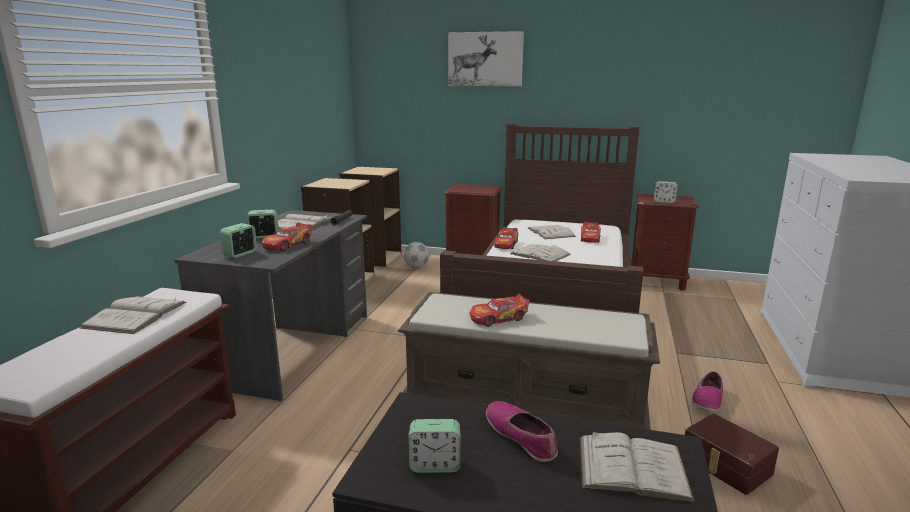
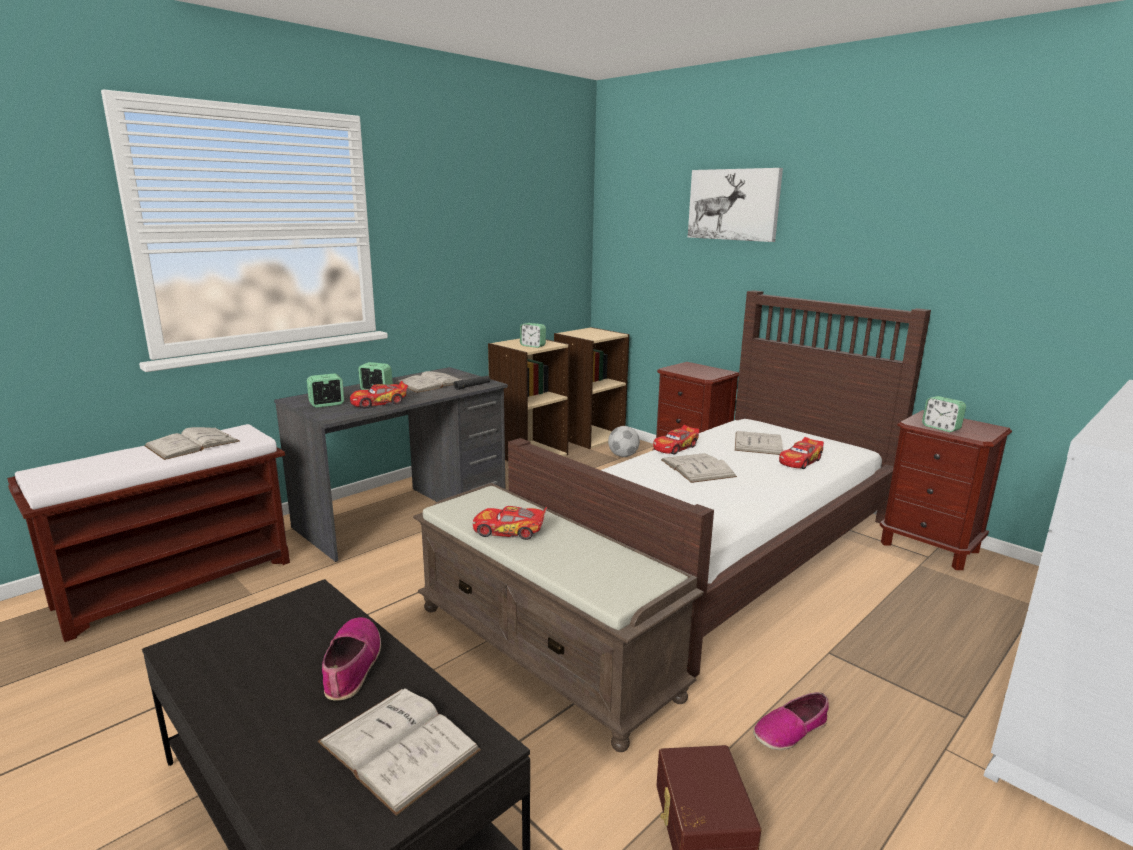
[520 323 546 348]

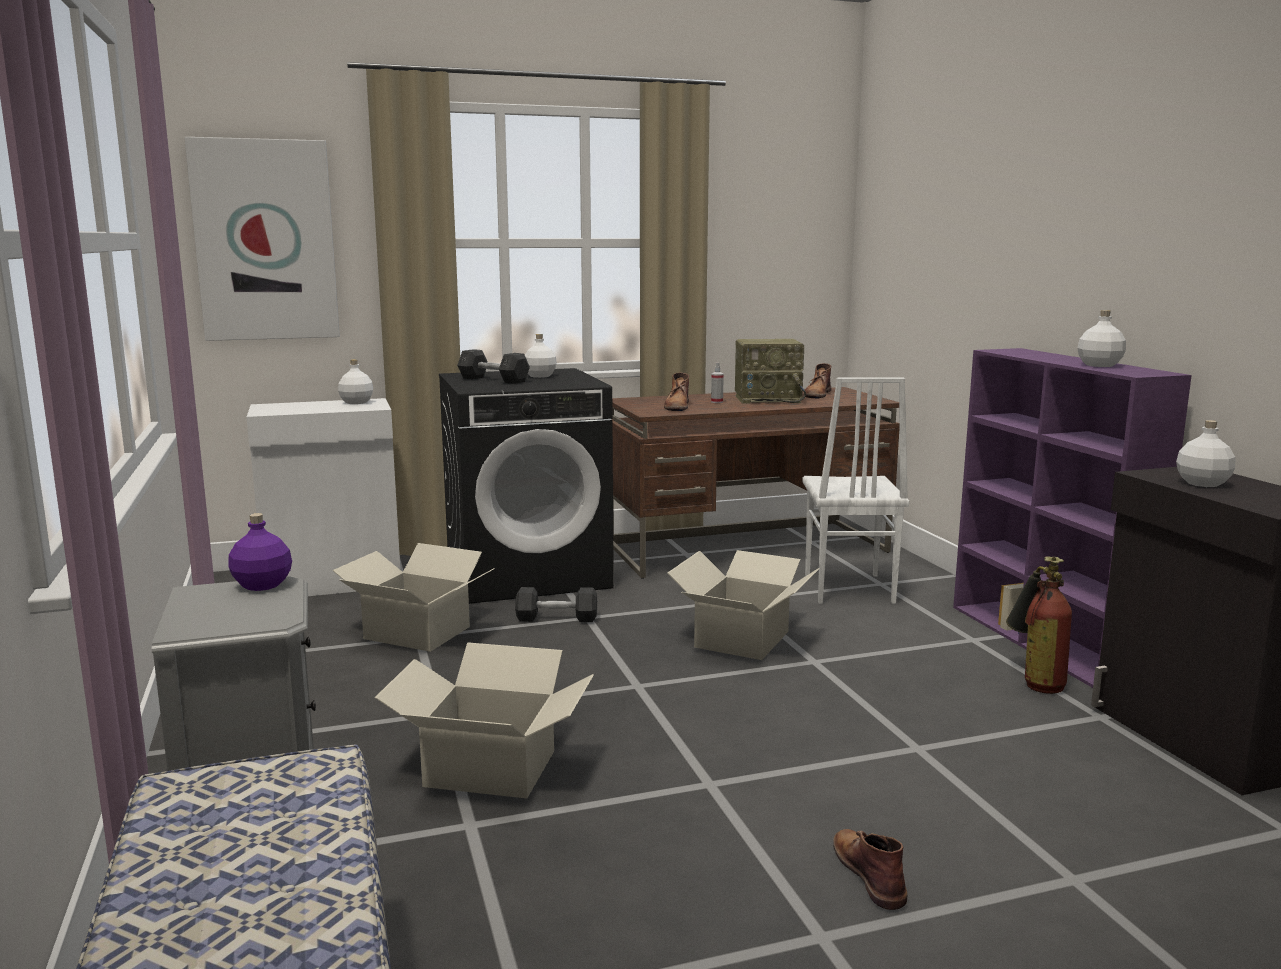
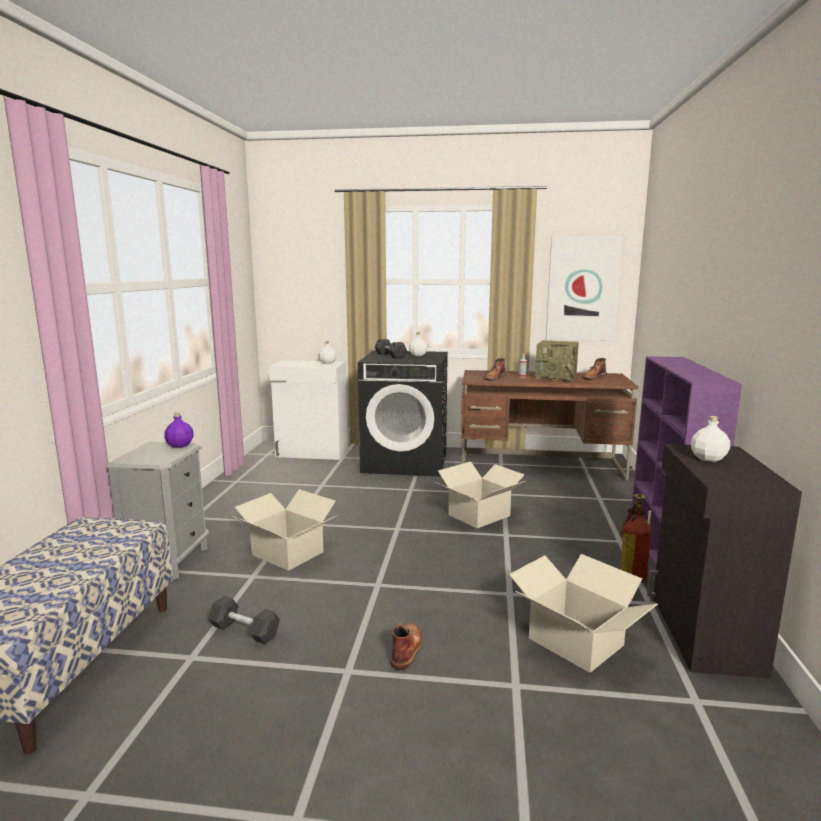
[802 378 909 604] (first image)
[1077 310 1126 367] (first image)
[546 236 623 341]
[509 554 658 673]
[208 596 280 644]

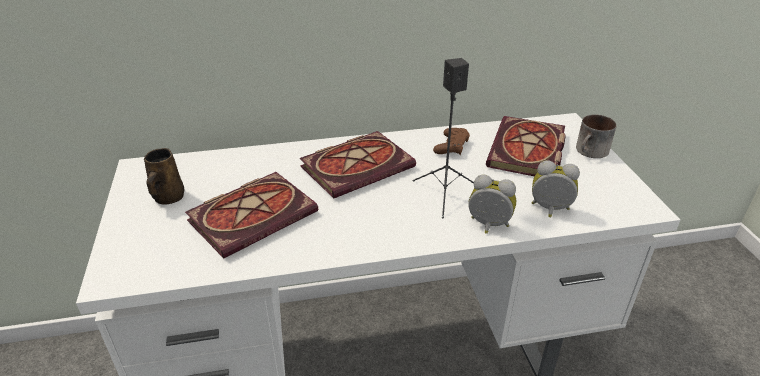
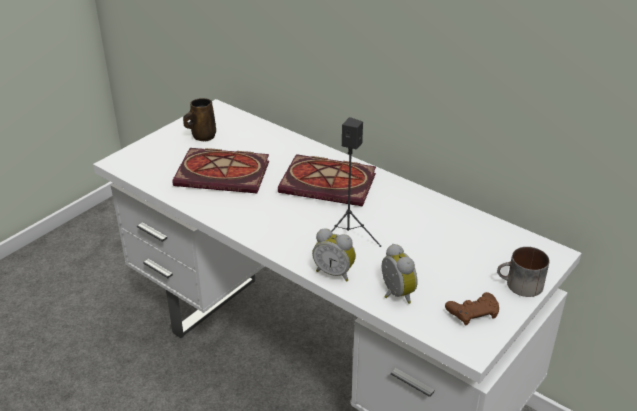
[486 116 565 176] (first image)
[445 292 499 326]
[312 228 356 282]

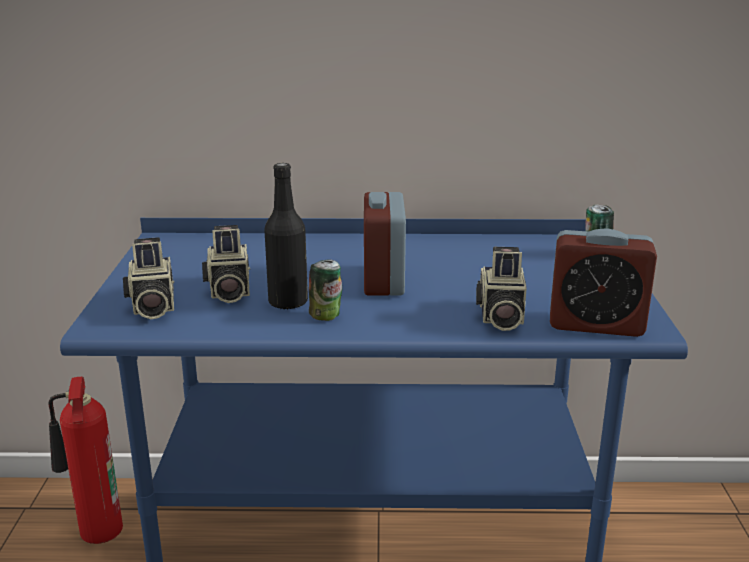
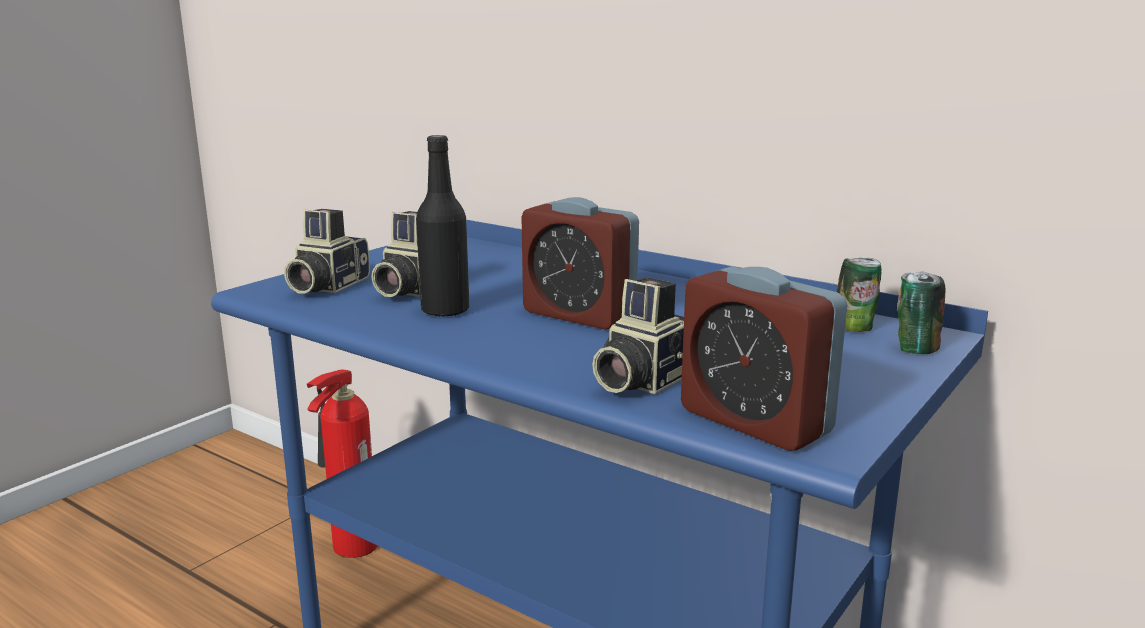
[837 258 882 332]
[521 197 639 330]

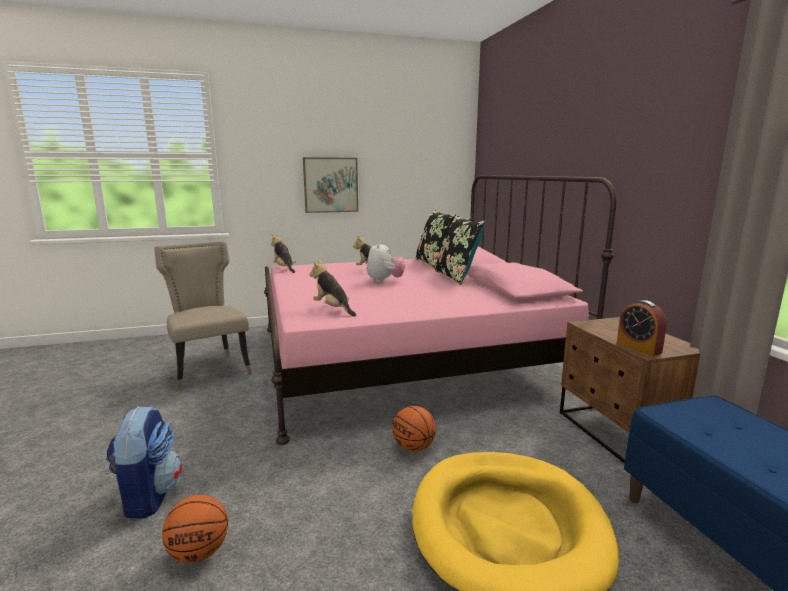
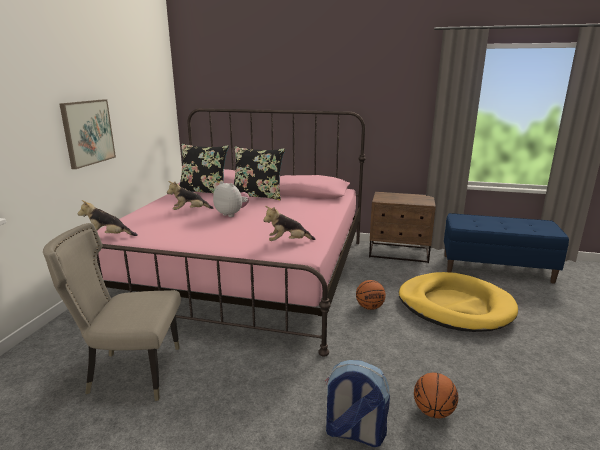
[617 300 667 356] (first image)

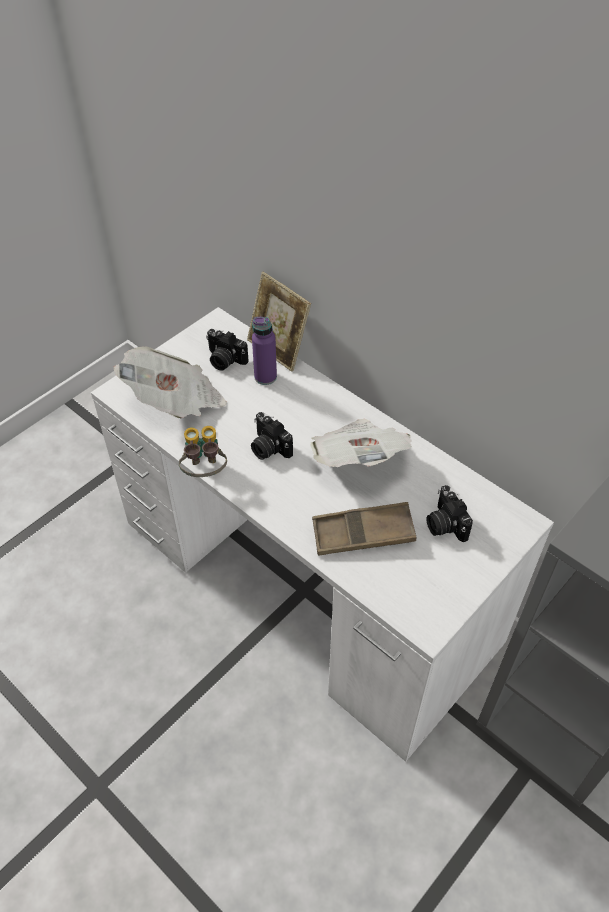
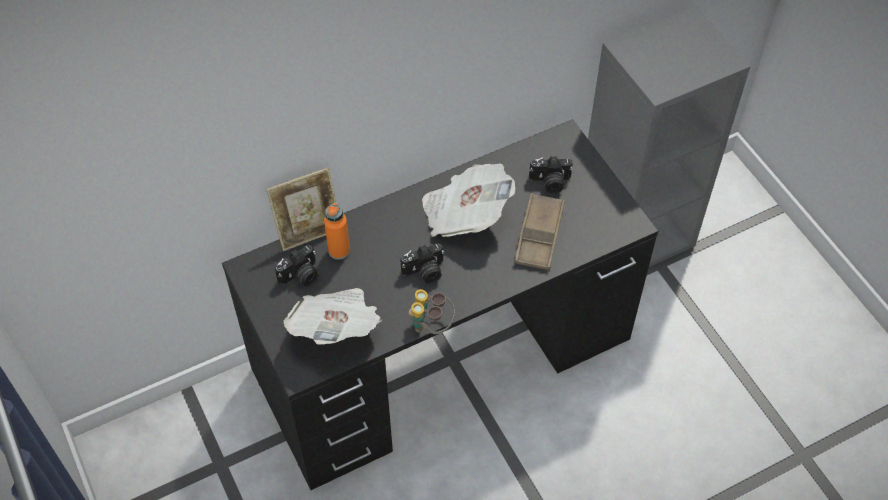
[222 119 658 490]
[324 203 350 260]

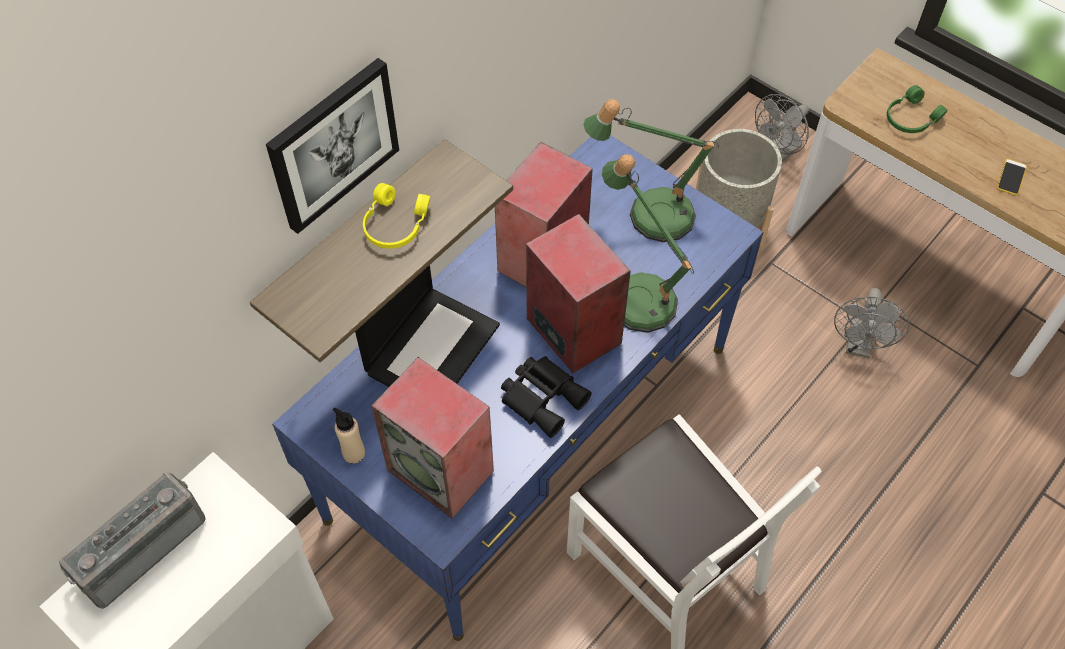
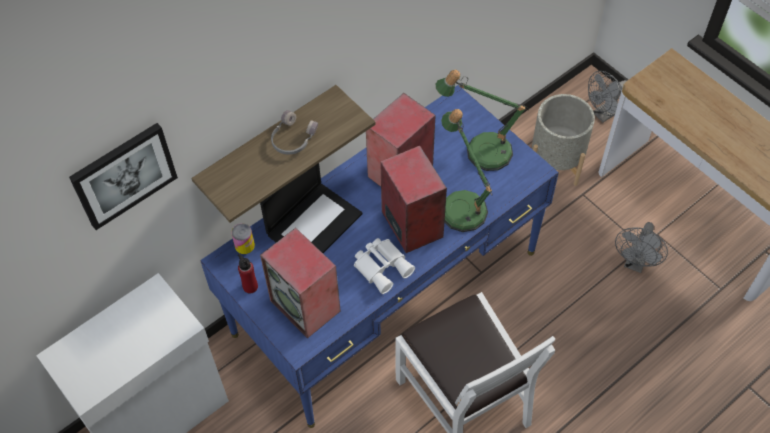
[59 472 206 609] (first image)
[887 85 948 133] (first image)
[997 159 1027 196] (first image)
[231 223 255 254]
[69 123 178 230]
[238 254 258 294]
[271 110 318 155]
[354 238 415 294]

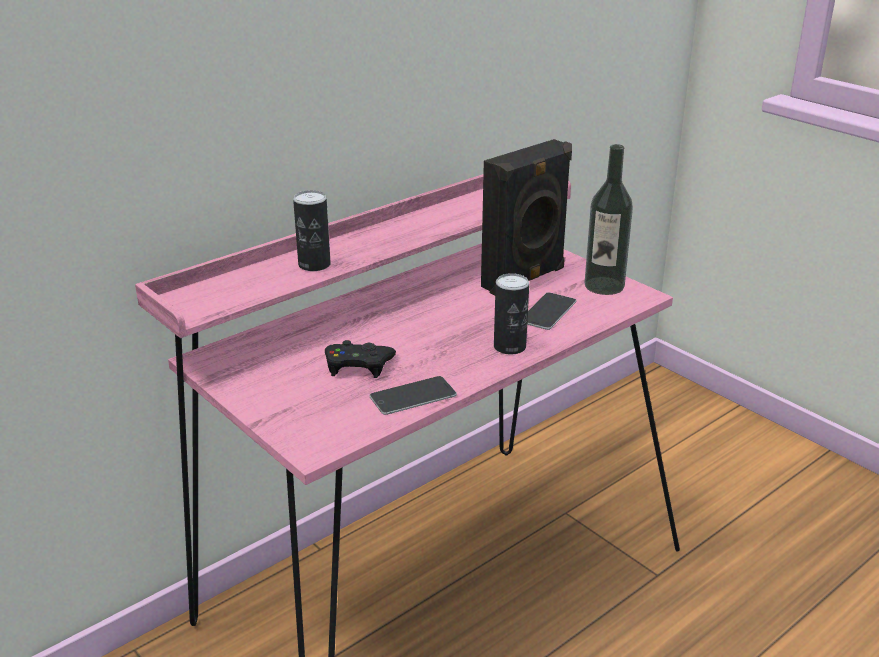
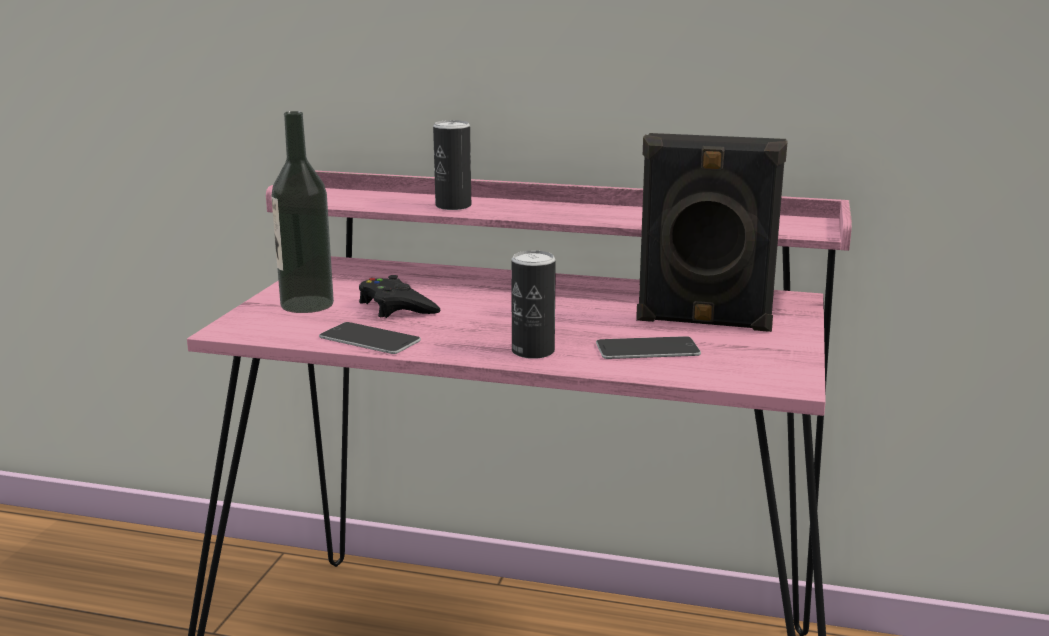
[271 111 334 313]

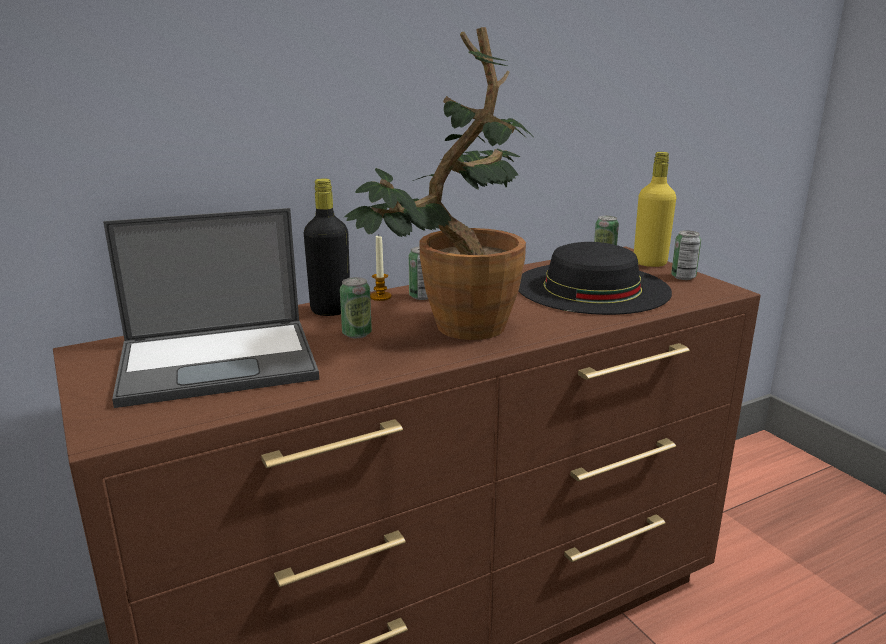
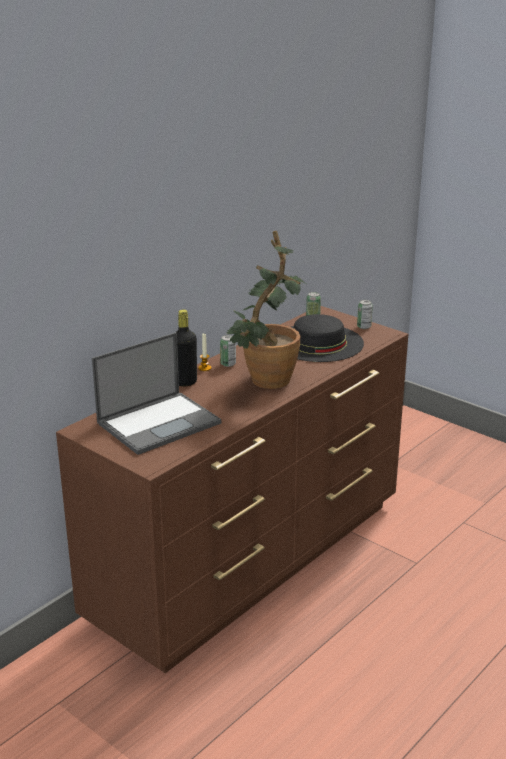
[340 277 372 338] (first image)
[634 152 676 267] (first image)

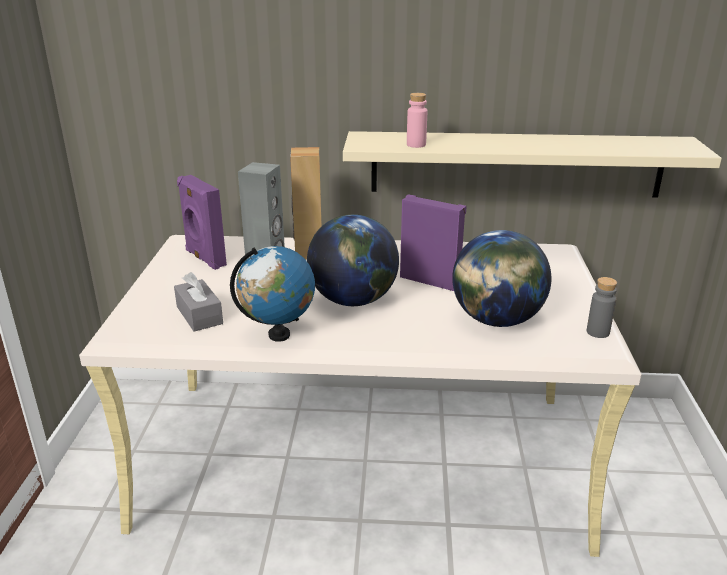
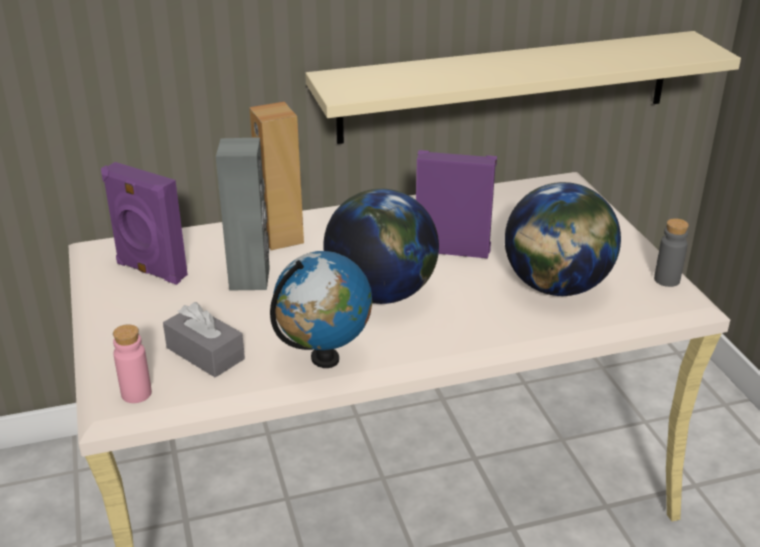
[113 324 152 403]

